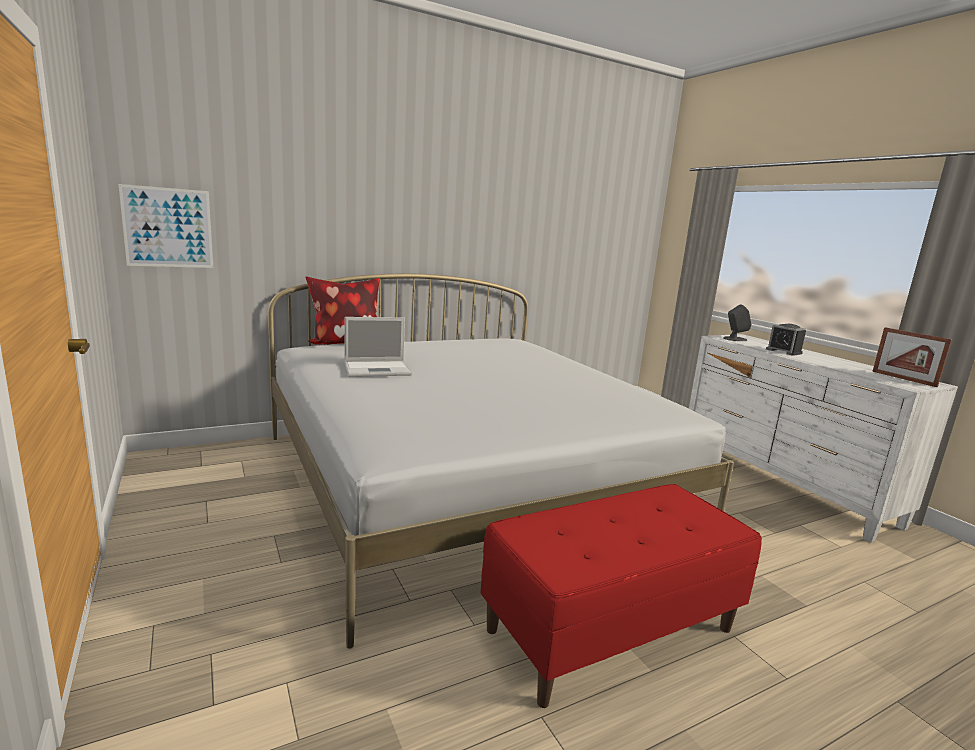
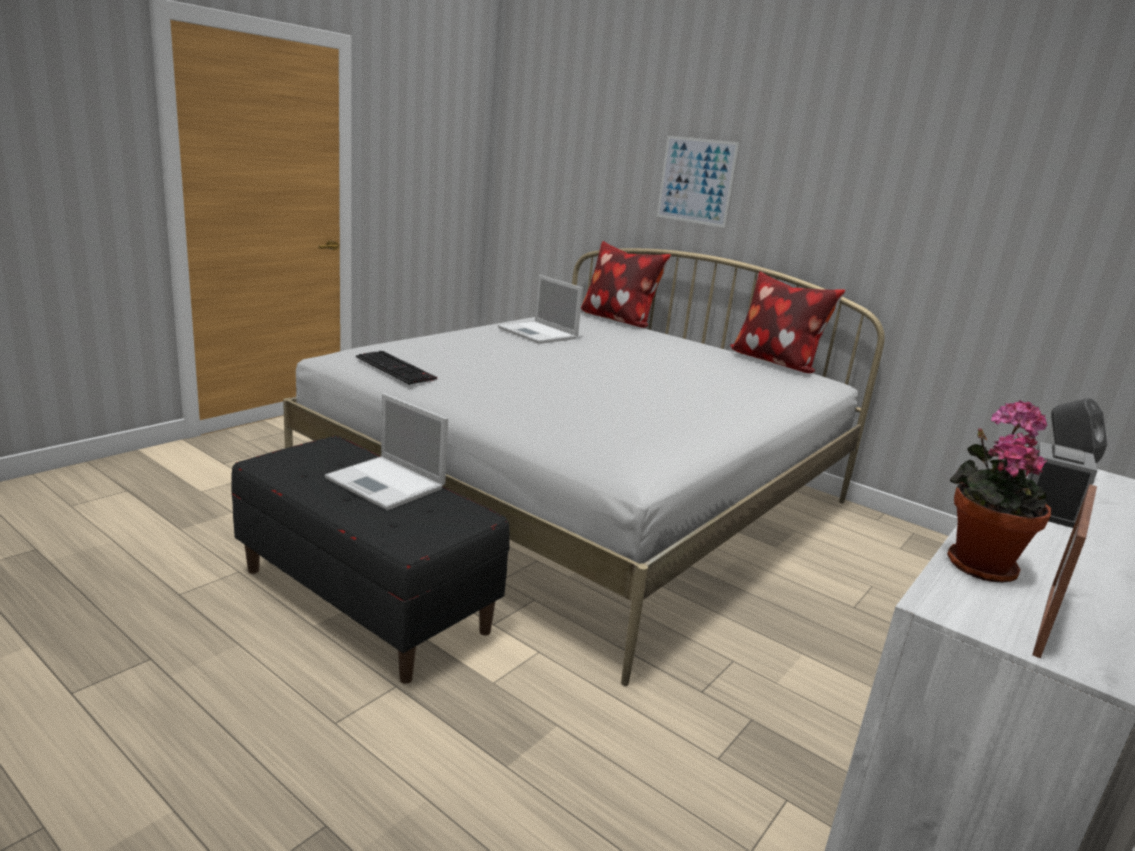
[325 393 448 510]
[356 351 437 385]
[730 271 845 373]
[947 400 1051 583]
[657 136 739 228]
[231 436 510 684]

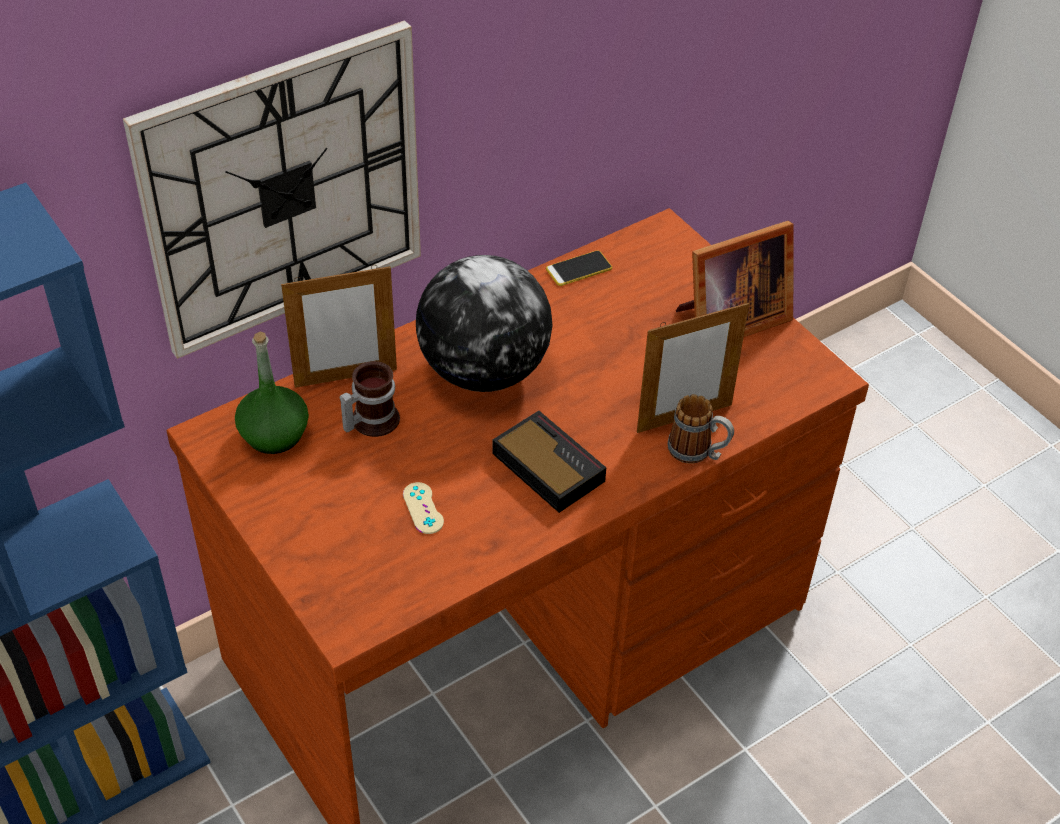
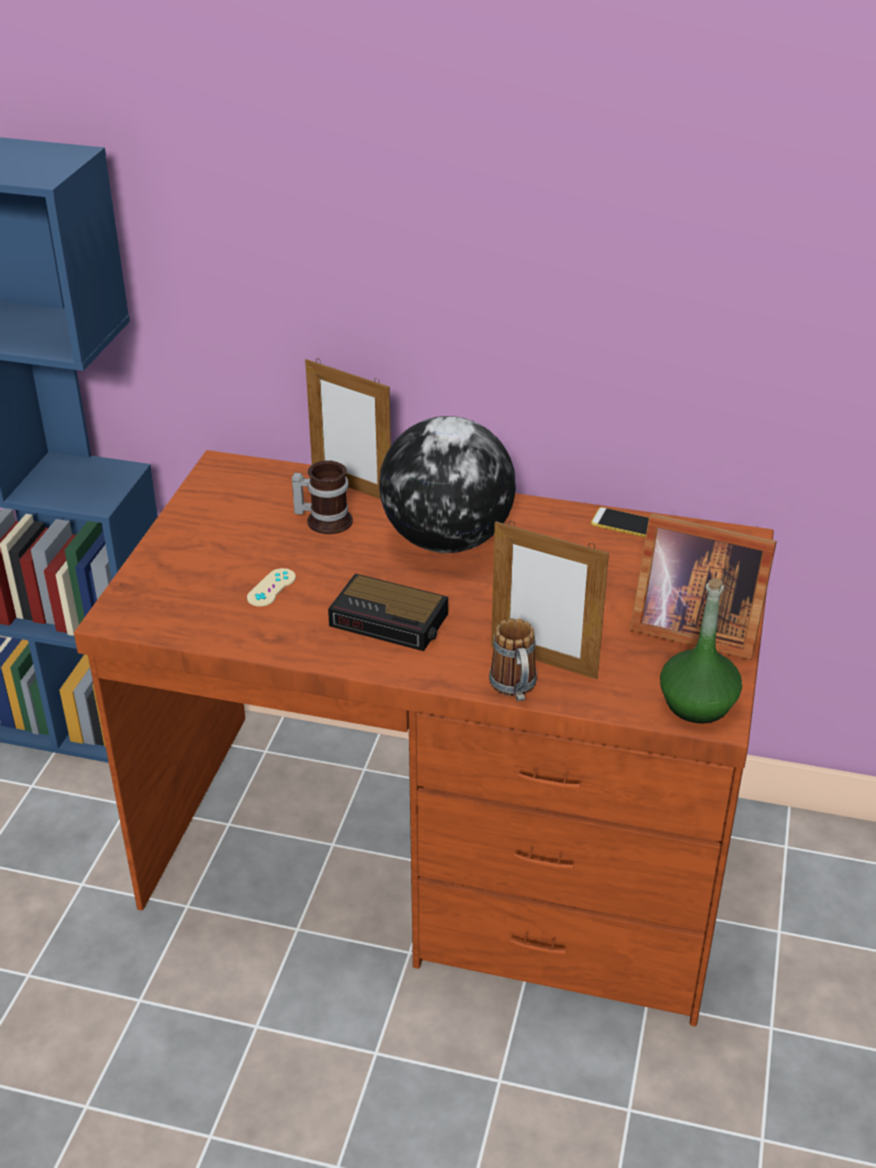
[123 20 421 359] (first image)
[660 578 742 724]
[328 574 448 651]

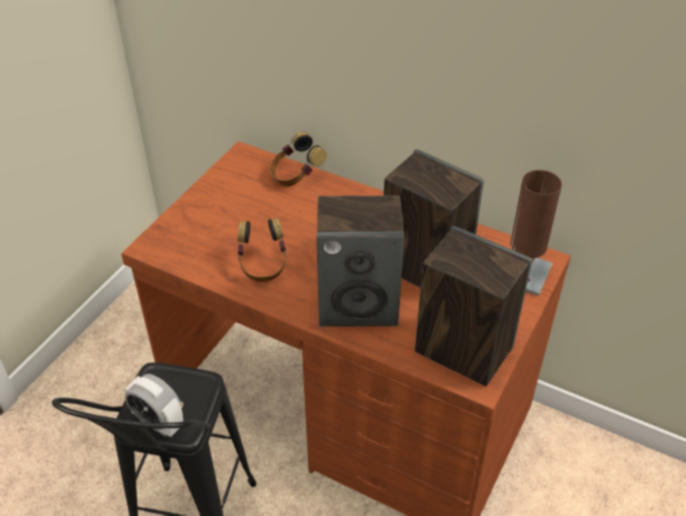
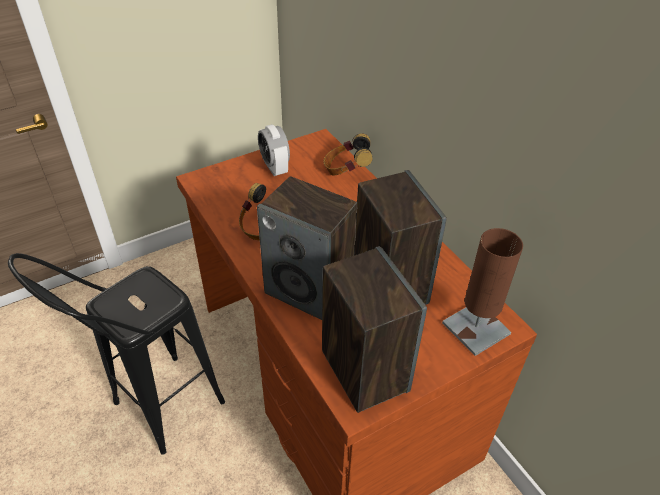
[258 124 290 176]

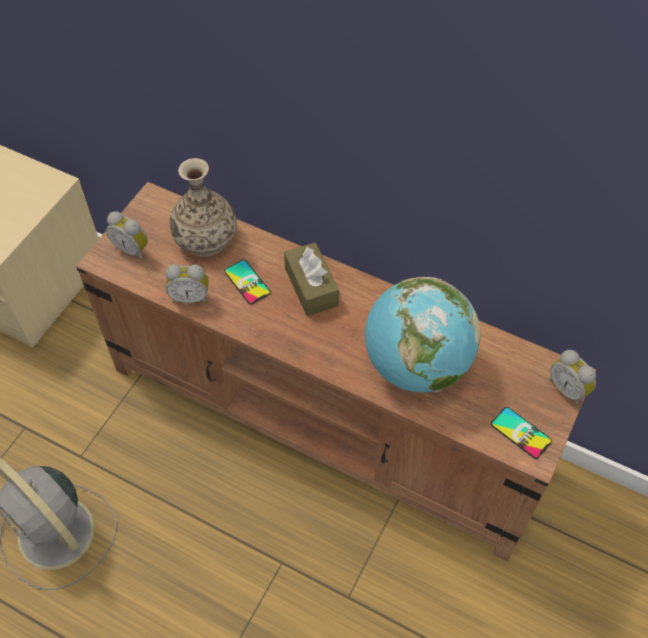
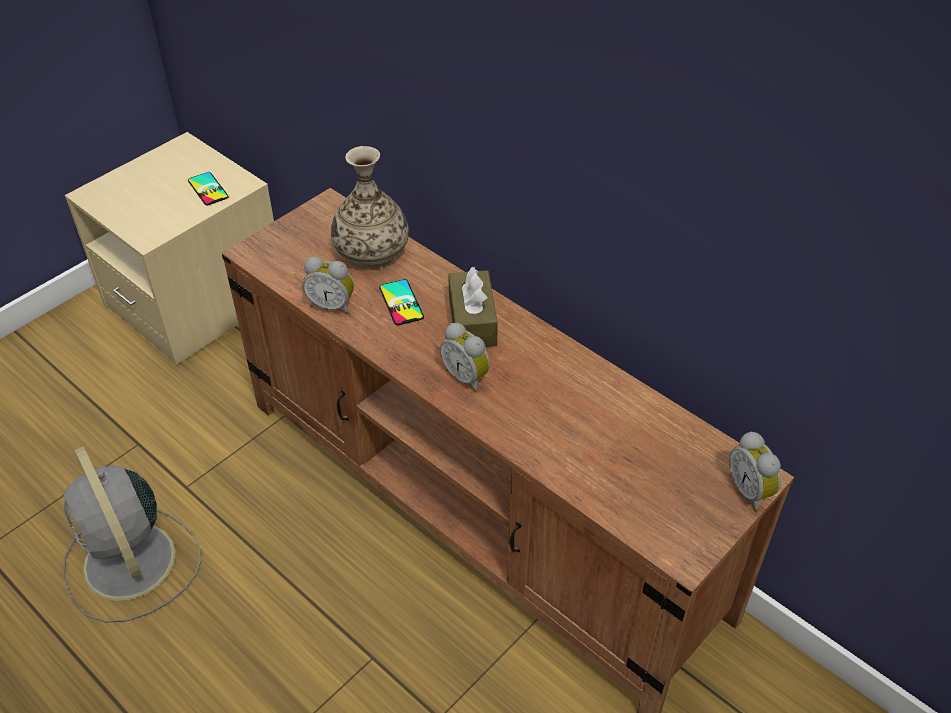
[365 277 481 392] (first image)
[440 323 490 393]
[188 172 229 205]

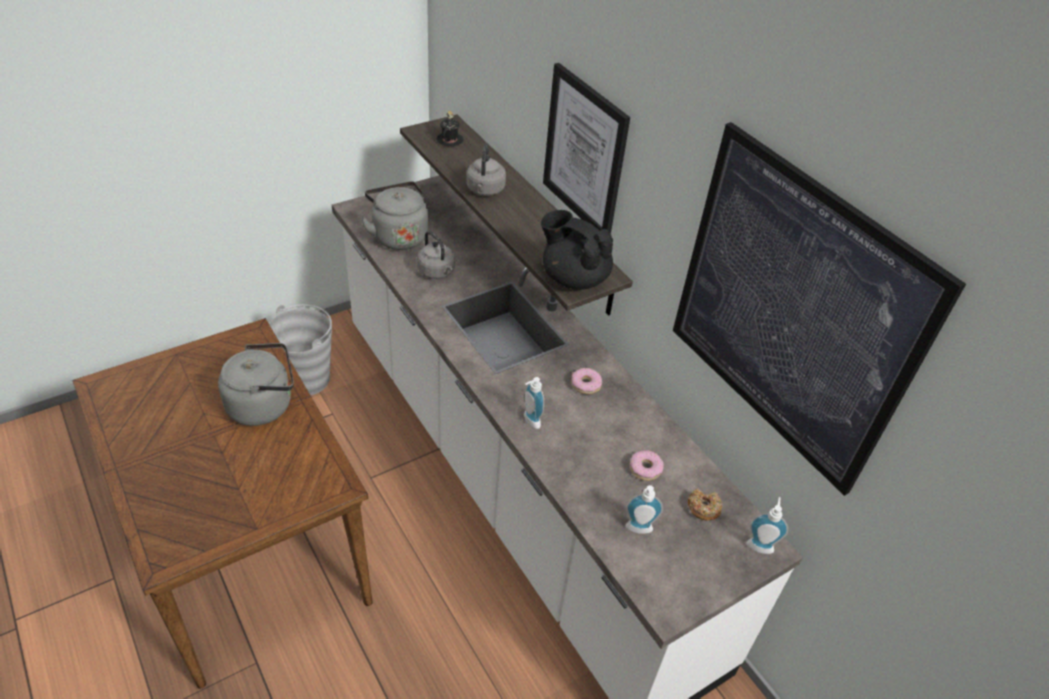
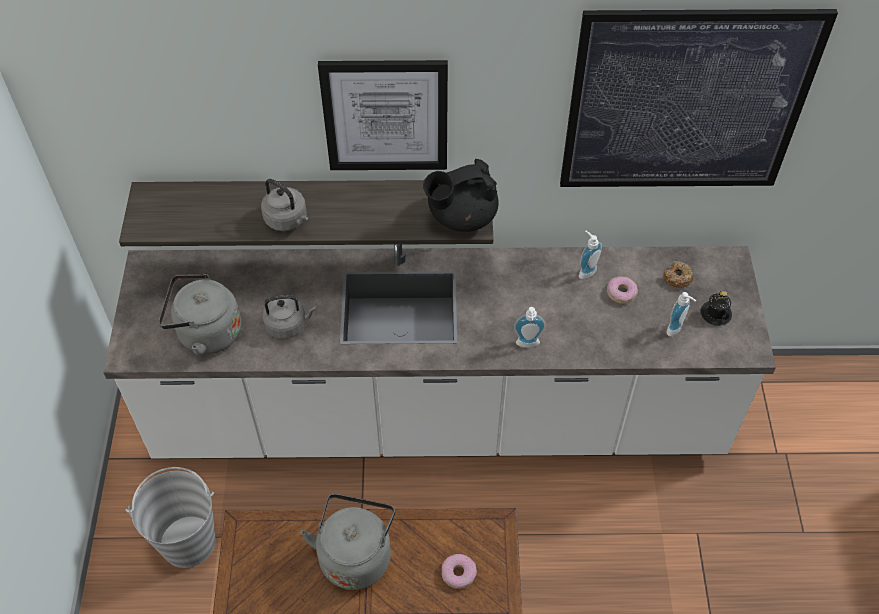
[701 291 732 326]
[442 554 477 589]
[579 231 602 279]

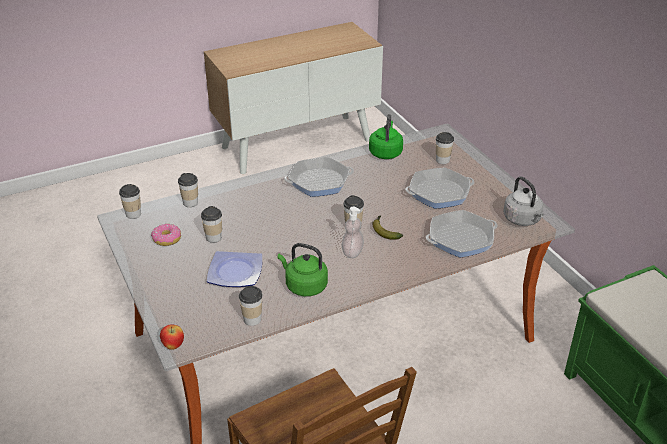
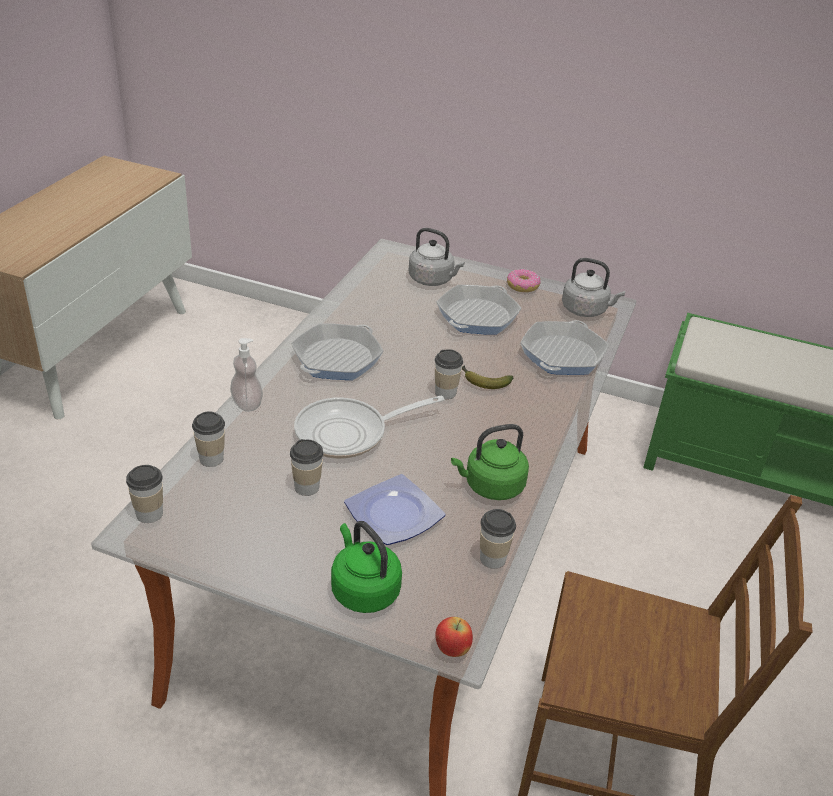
[294 395 445 459]
[507 269 541 292]
[230 338 263 412]
[331 521 402 613]
[409 228 465 286]

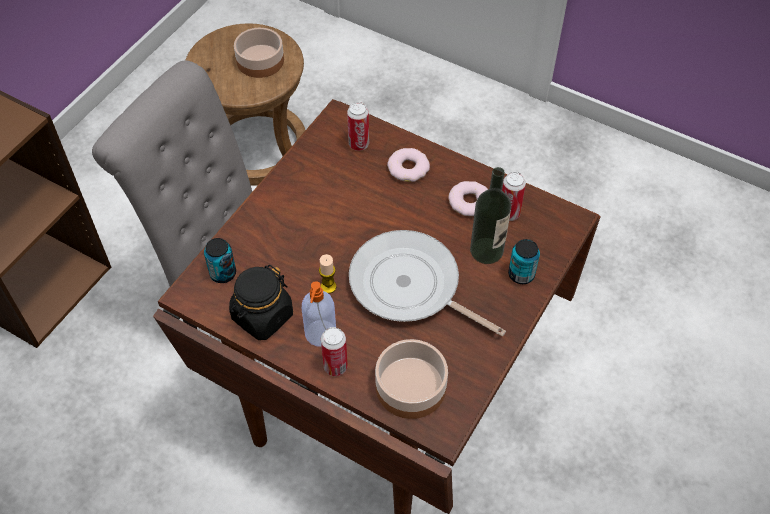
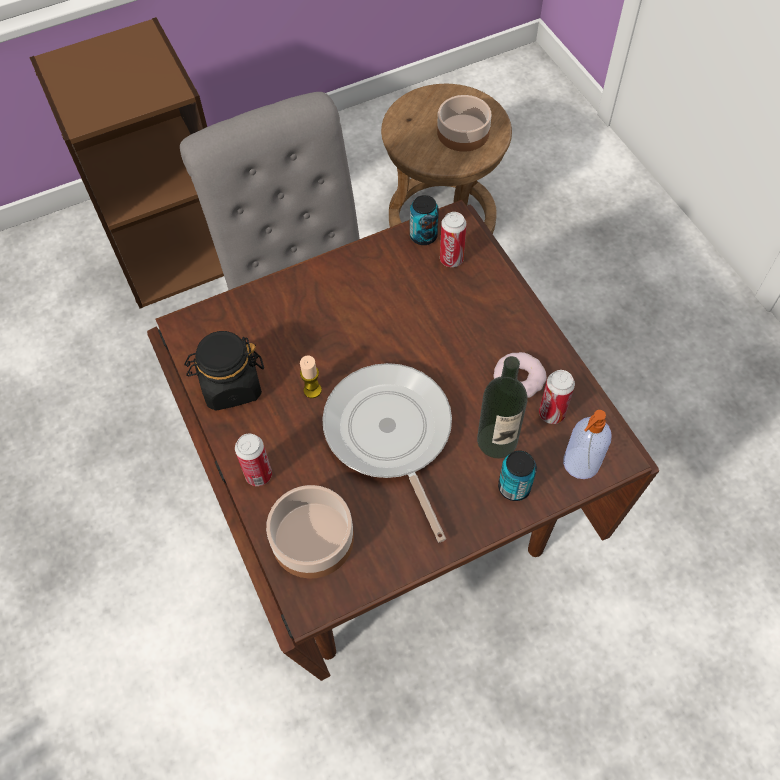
[387 148 430 182] (first image)
[410 195 439 245]
[563 410 611 479]

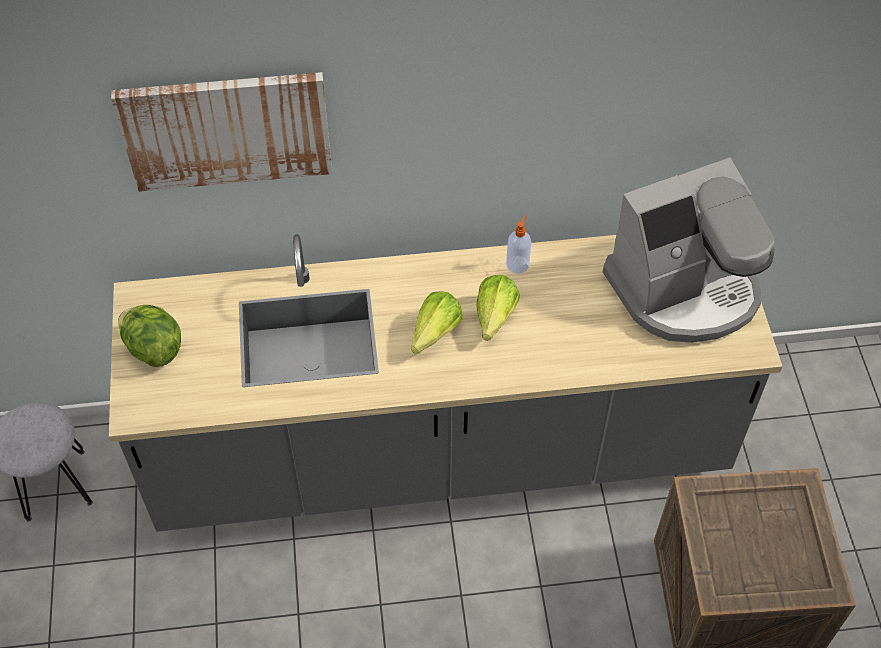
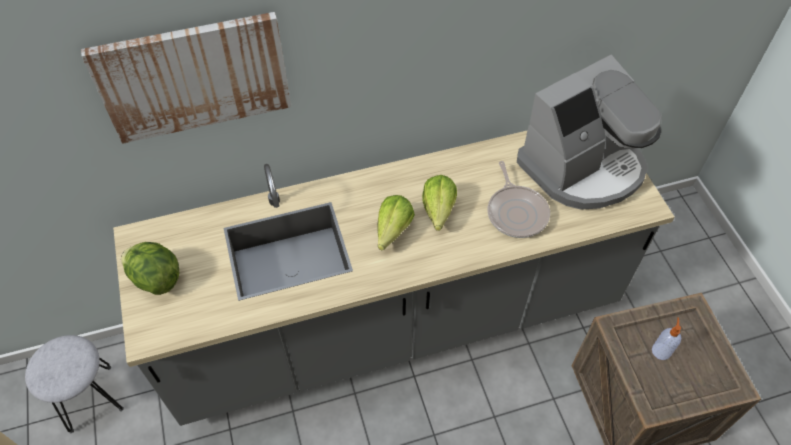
[488 161 550 238]
[652 317 681 360]

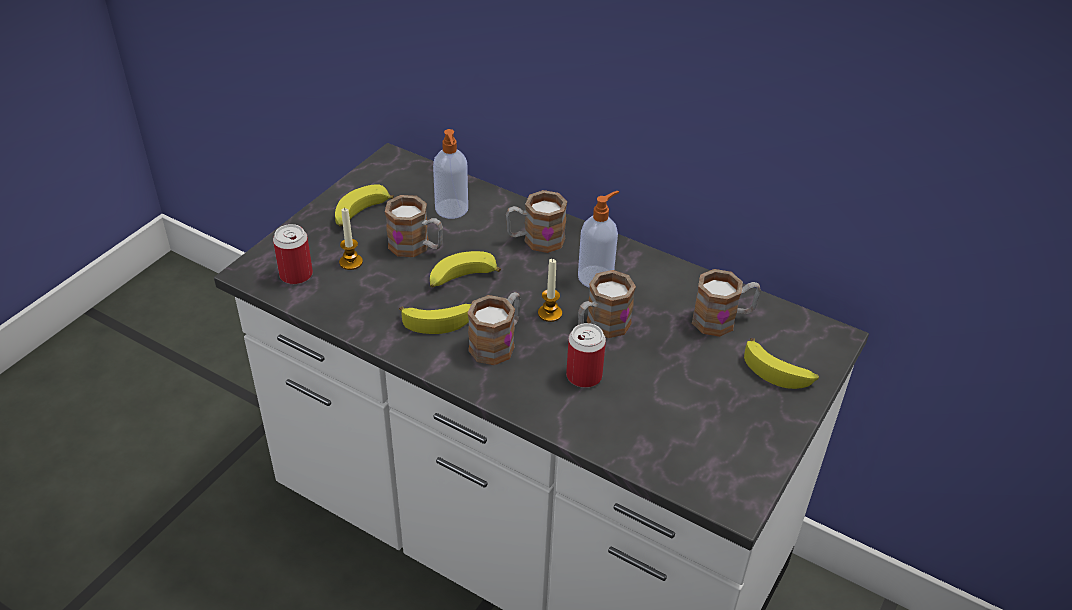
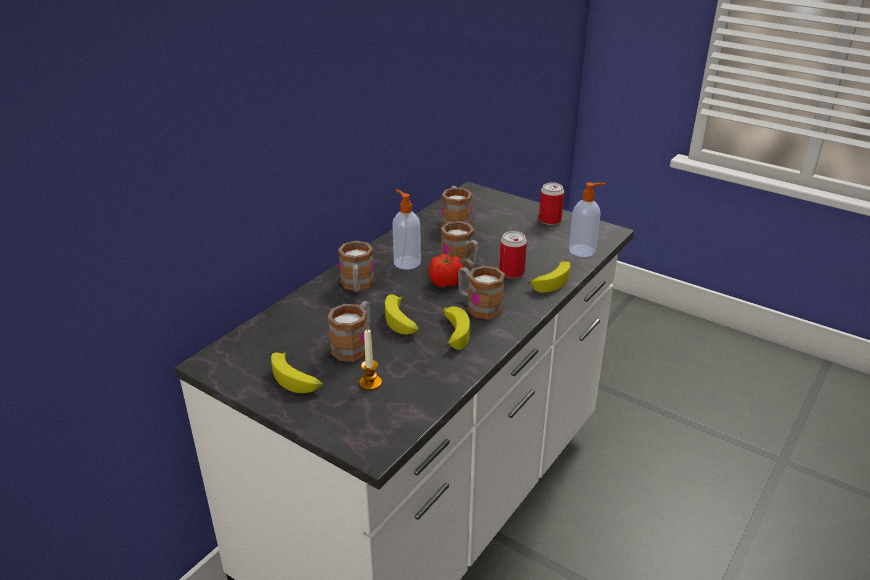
[539 182 564 225]
[569 182 606 257]
[528 261 570 293]
[429 254 463 287]

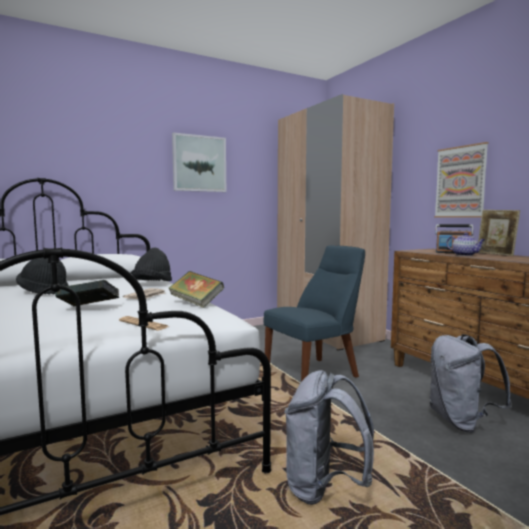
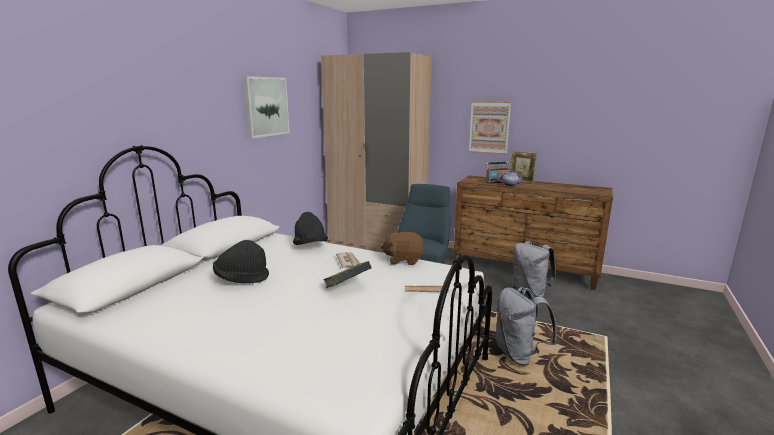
[381 231 425 265]

